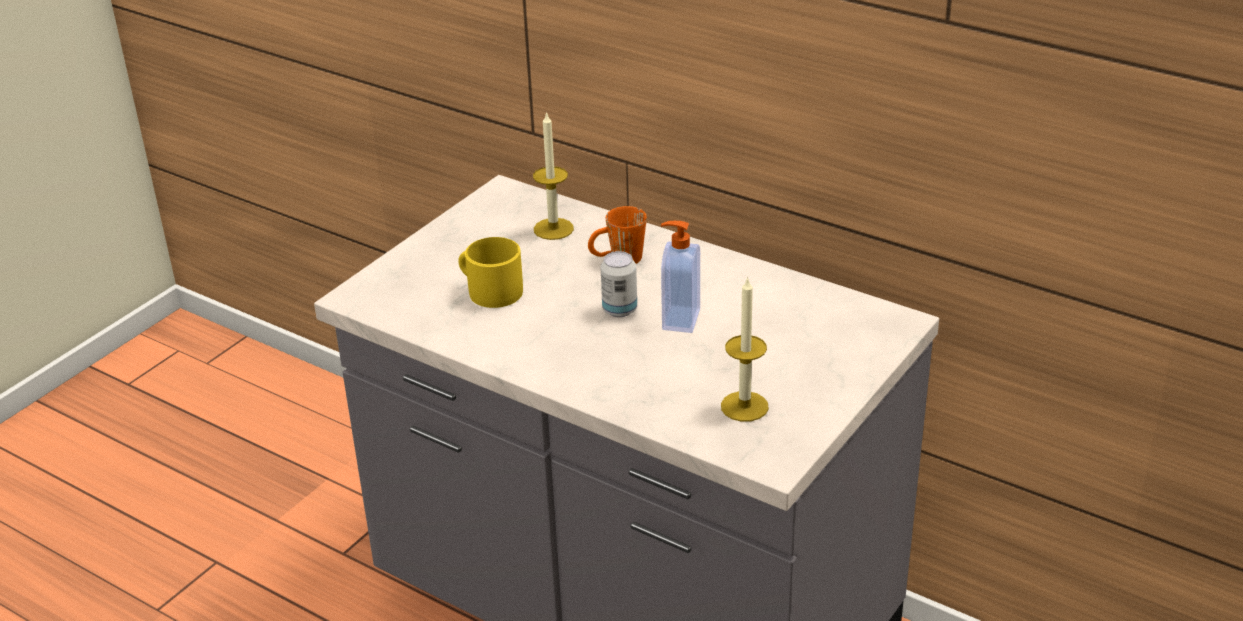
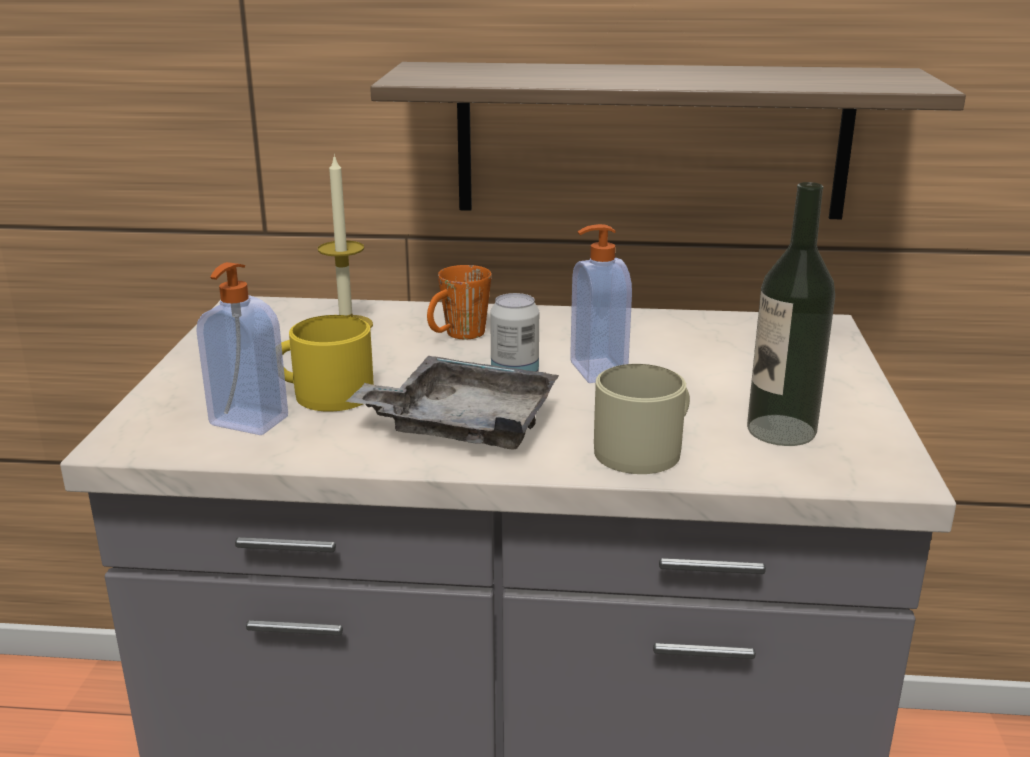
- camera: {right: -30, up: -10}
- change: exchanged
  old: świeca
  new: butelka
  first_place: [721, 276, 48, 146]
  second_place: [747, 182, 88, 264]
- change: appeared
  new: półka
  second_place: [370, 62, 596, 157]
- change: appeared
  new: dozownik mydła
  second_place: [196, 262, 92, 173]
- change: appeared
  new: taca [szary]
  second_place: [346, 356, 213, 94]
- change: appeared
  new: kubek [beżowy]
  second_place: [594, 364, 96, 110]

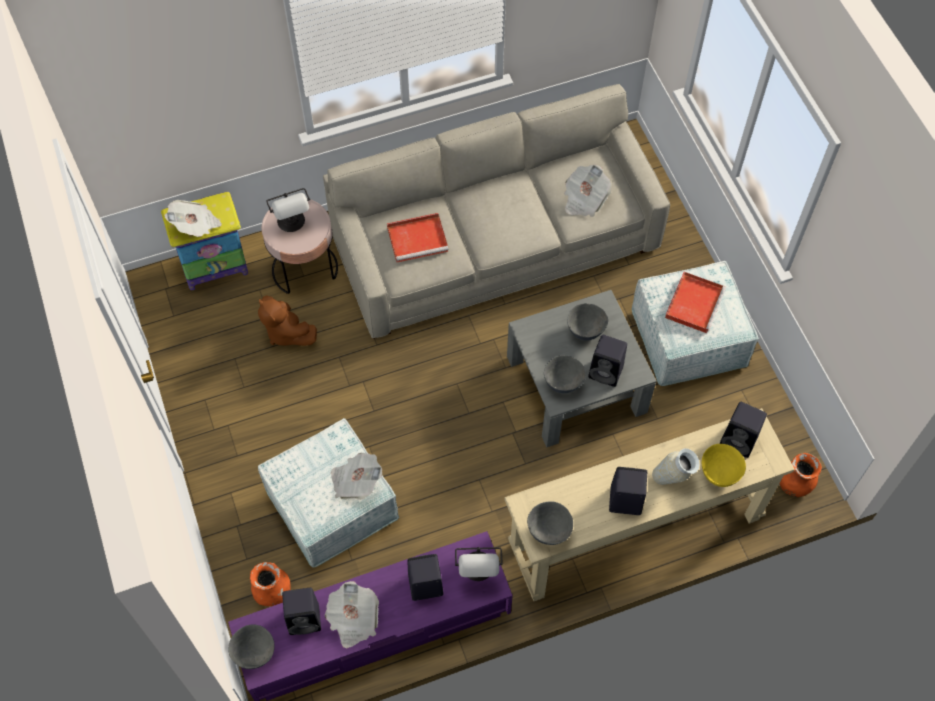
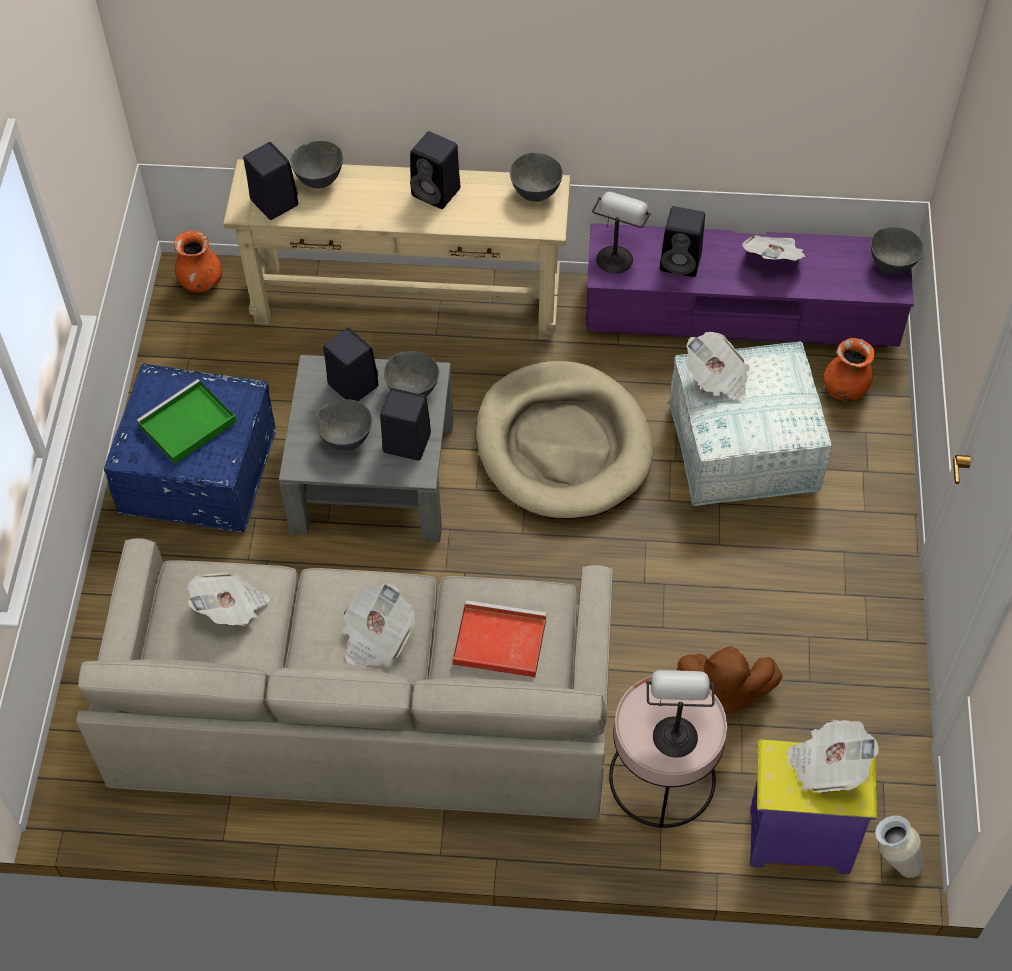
- camera: {right: -155, up: -5}
- change: colour
  old: pufa [biały]
  new: pufa [niebieski]
  first_place: [632, 261, 127, 125]
  second_place: [104, 363, 172, 169]
- change: colour
  old: taca [czerwony]
  new: taca [zielony]
  first_place: [665, 272, 61, 61]
  second_place: [137, 379, 99, 85]
- change: spun
  old: pluszak [brązowy]
  first_place: [258, 295, 59, 51]
  second_place: [677, 646, 106, 68]
  degrees: 120
- change: colour
  old: miska [żółty]
  new: miska [szary]
  first_place: [702, 444, 44, 43]
  second_place: [290, 141, 53, 47]
- change: relocated
  old: wazon
  first_place: [652, 448, 48, 37]
  second_place: [875, 815, 49, 63]
- change: relocated
  old: głośnik [czarny]
  first_place: [282, 588, 39, 47]
  second_place: [380, 388, 51, 73]
- change: appeared
  new: legowisko [beżowy]
  second_place: [476, 361, 178, 158]
- change: appeared
  new: gazeta
  second_place: [342, 583, 73, 84]

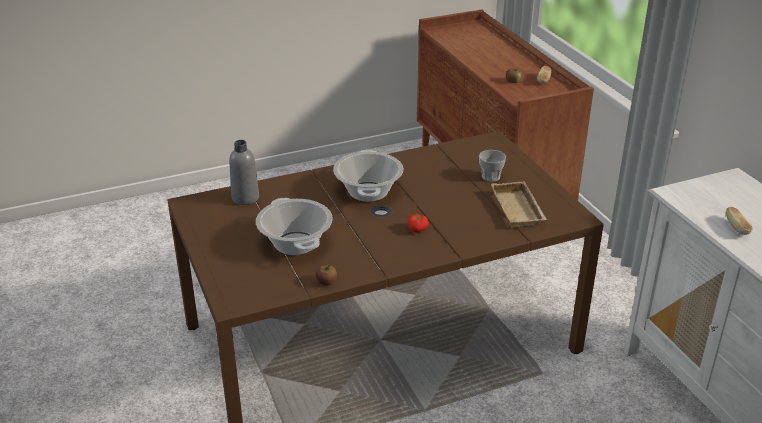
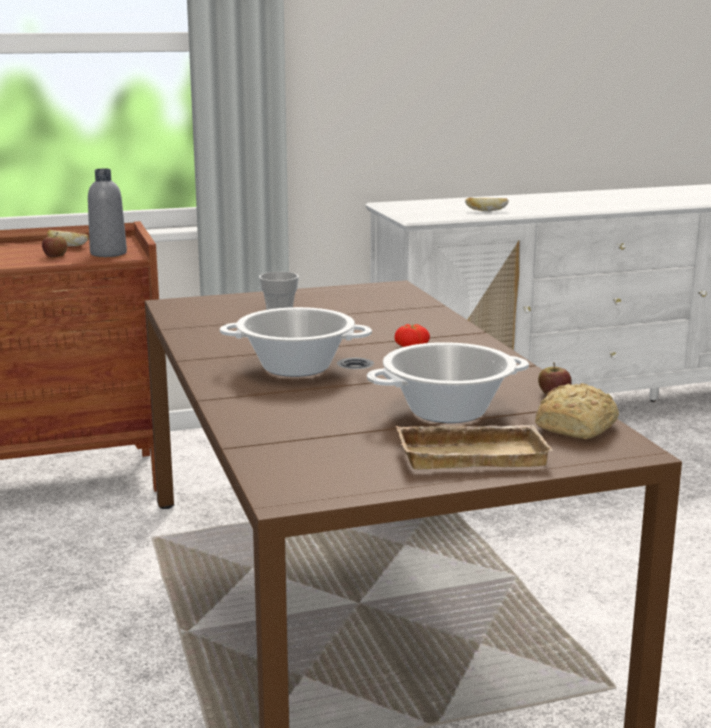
- camera: {right: -85, up: -15}
- change: relocated
  old: butelka [szary]
  first_place: [229, 140, 30, 65]
  second_place: [88, 169, 39, 88]
- change: relocated
  old: taca [beżowy]
  first_place: [491, 181, 56, 48]
  second_place: [396, 425, 157, 44]
- change: appeared
  new: chleb
  second_place: [535, 383, 84, 56]

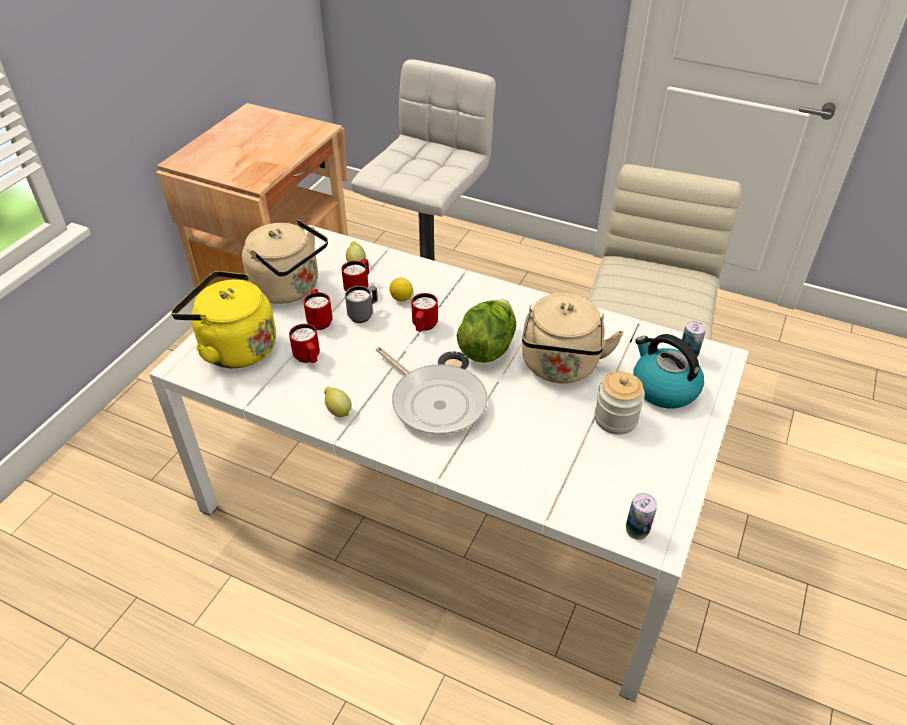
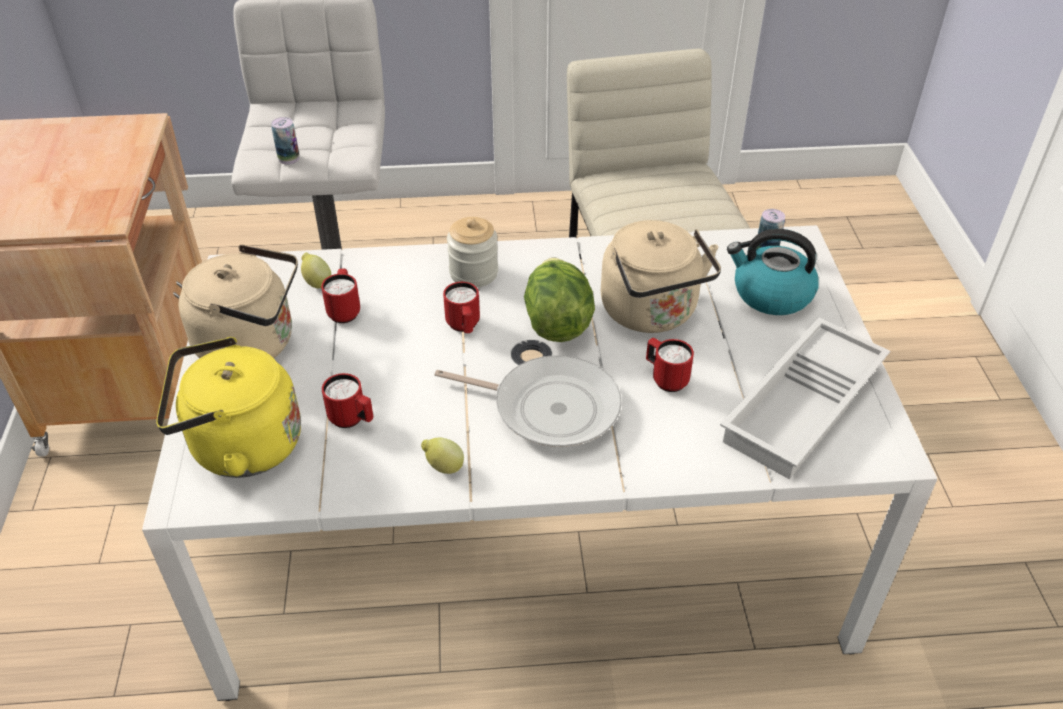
- camera: {right: -30, up: 0}
- change: missing
  old: cytryna
  first_place: [390, 278, 23, 23]
- change: missing
  old: kubek [szary]
  first_place: [345, 285, 33, 38]
- change: relocated
  old: kubek [czerwony]
  first_place: [303, 289, 30, 41]
  second_place: [646, 338, 48, 54]
- change: relocated
  old: słoik
  first_place: [594, 372, 51, 63]
  second_place: [447, 217, 51, 70]
- change: relocated
  old: puszka
  first_place: [626, 493, 31, 47]
  second_place: [271, 117, 28, 48]
- change: appeared
  new: taca [biały]
  second_place: [720, 318, 170, 161]

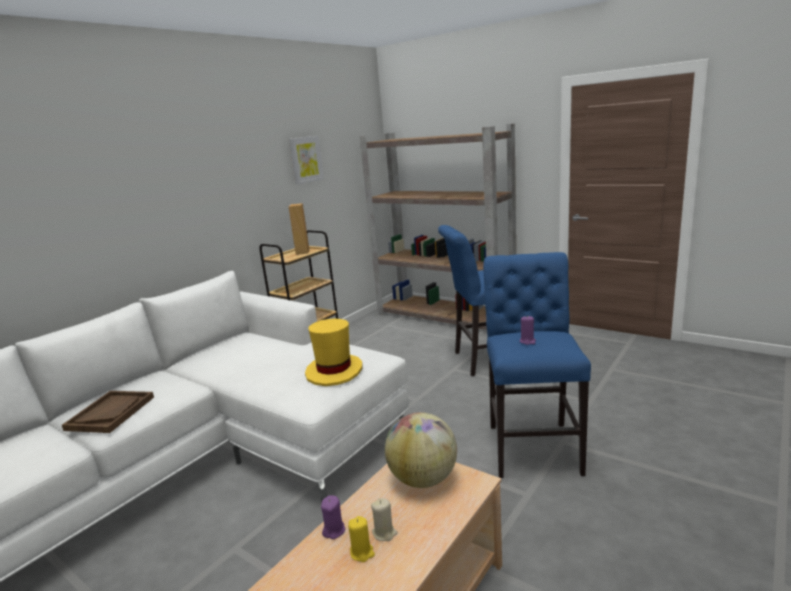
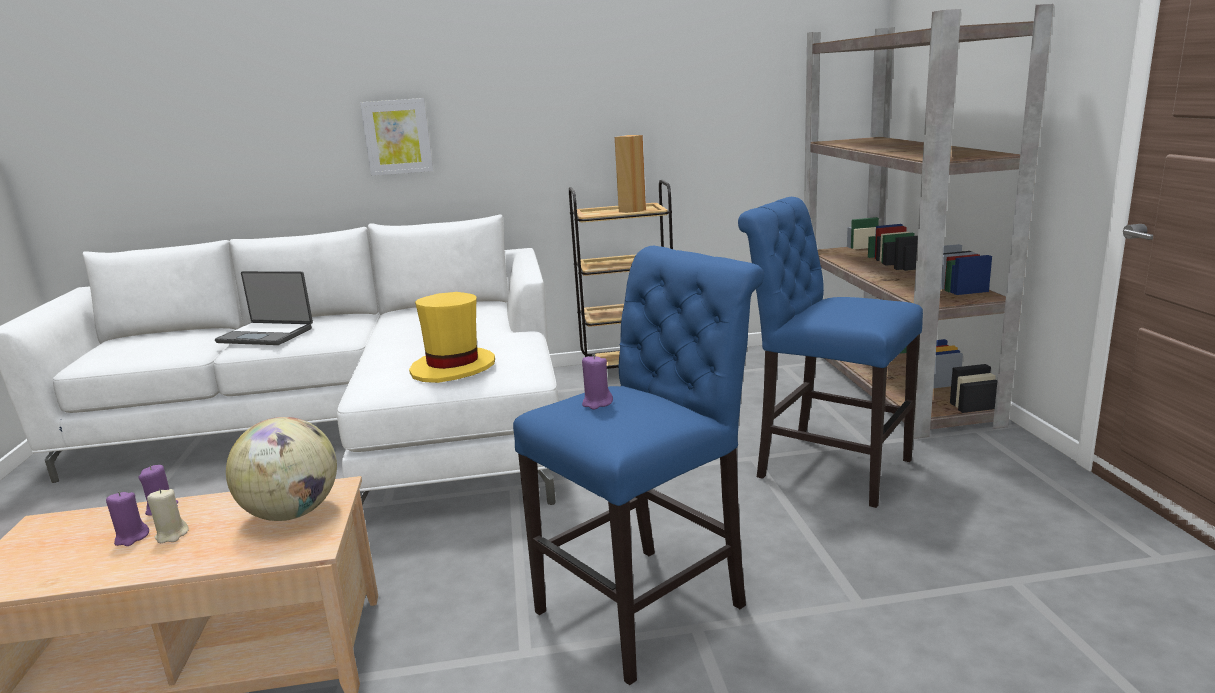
- camera: {right: 45, up: 0}
- change: relocated
  old: obraz
  first_place: [289, 136, 35, 49]
  second_place: [360, 98, 74, 78]
- change: exchanged
  old: taca [brązowy]
  new: laptop
  first_place: [62, 391, 92, 42]
  second_place: [215, 271, 98, 74]
- change: colour
  old: świeca [żółty]
  new: świeca [fioletowy]
  first_place: [348, 516, 27, 46]
  second_place: [106, 492, 43, 54]

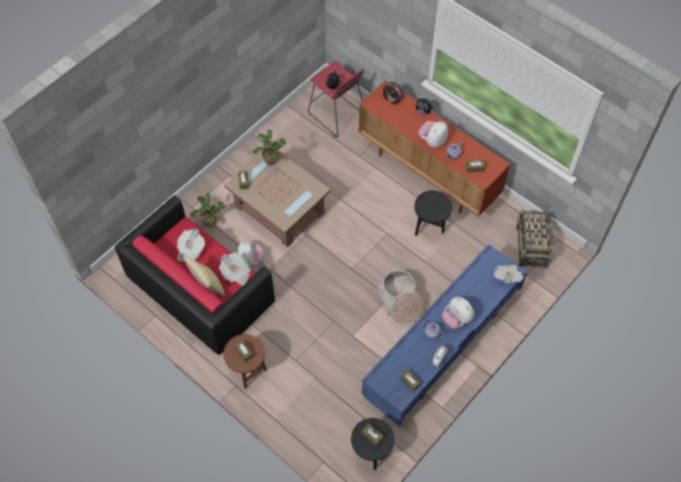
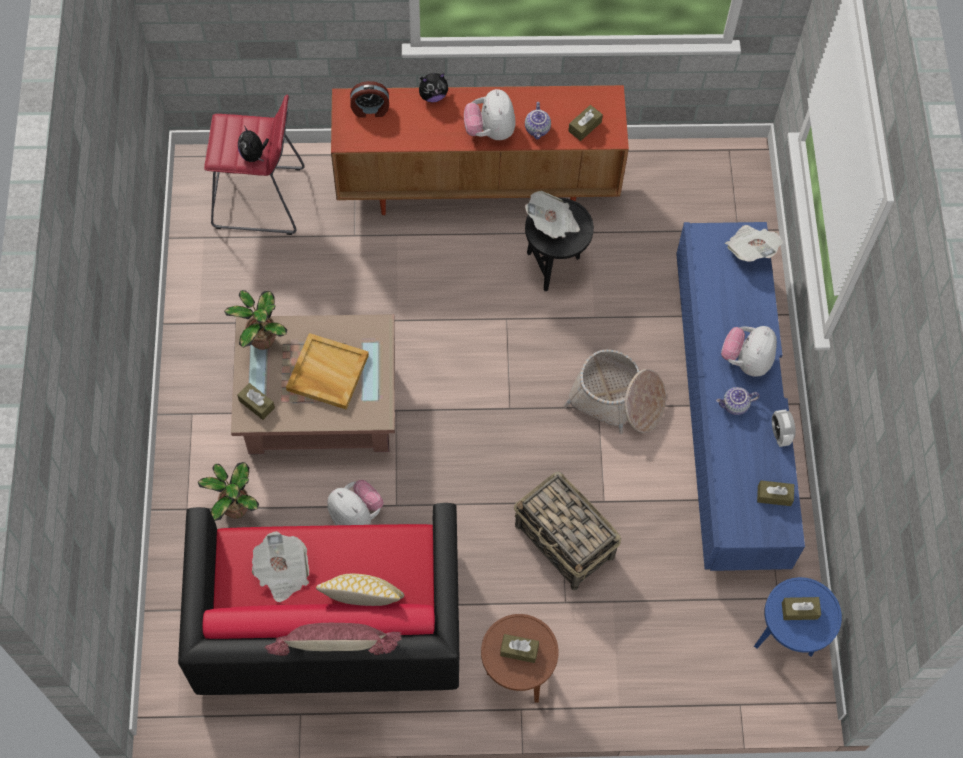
- camera: {right: -45, up: 5}
- change: relocated
  old: koszyk
  first_place: [516, 210, 38, 58]
  second_place: [514, 472, 107, 118]
- change: relocated
  old: gazeta
  first_place: [219, 253, 32, 33]
  second_place: [525, 191, 55, 48]
- change: spun
  old: pluszak
  first_place: [442, 297, 32, 32]
  second_place: [721, 326, 56, 51]
  degrees: 105
- change: colour
  old: stolik [czarny]
  new: stolik [niebieski]
  first_place: [351, 418, 43, 52]
  second_place: [754, 577, 88, 80]
- change: appeared
  new: taca [beżowy]
  second_place: [286, 333, 83, 77]
- change: appeared
  new: poduszka [czerwony]
  second_place: [265, 623, 137, 33]

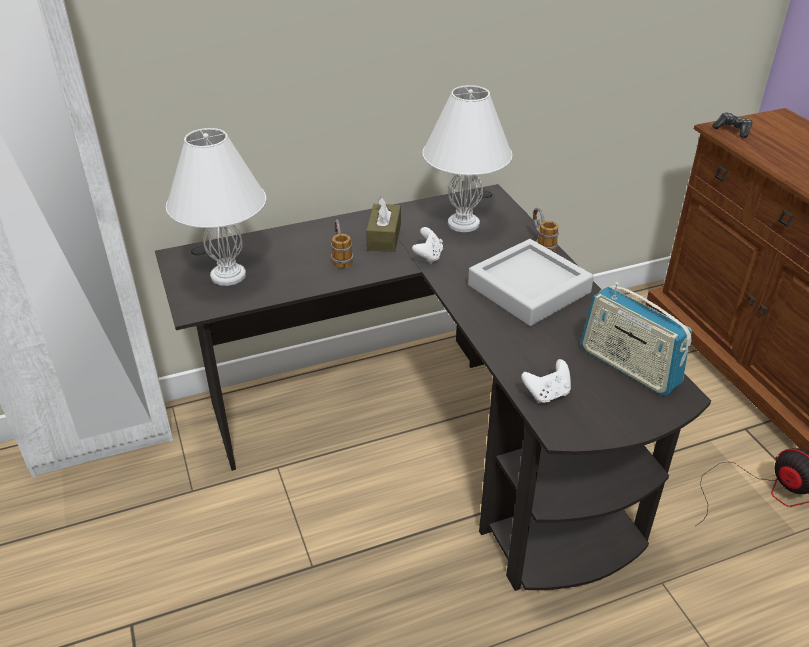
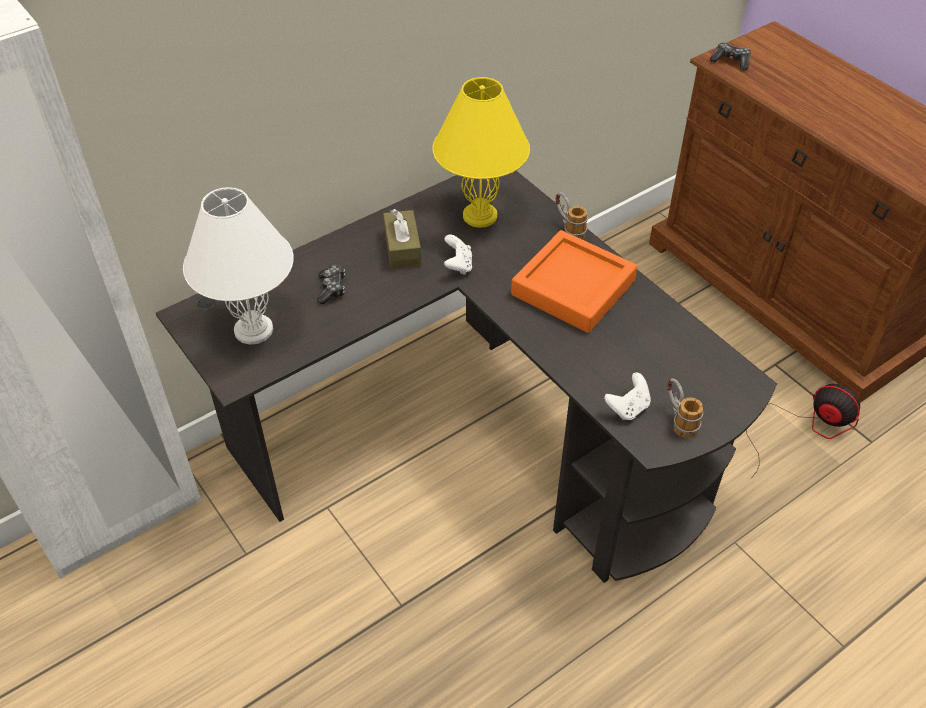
- camera: {right: -15, up: 10}
- change: colour
  old: lampa stołowa [biały]
  new: lampa stołowa [żółty]
  first_place: [422, 85, 90, 147]
  second_place: [433, 77, 97, 151]
- change: relocated
  old: kubek
  first_place: [331, 220, 22, 49]
  second_place: [667, 378, 36, 60]
- change: colour
  old: taca [szary]
  new: taca [pomarańczowy]
  first_place: [468, 239, 126, 87]
  second_place: [511, 230, 126, 103]
- change: missing
  old: radio
  first_place: [581, 282, 111, 113]
- change: appeared
  new: pad do gier
  second_place: [317, 265, 28, 39]

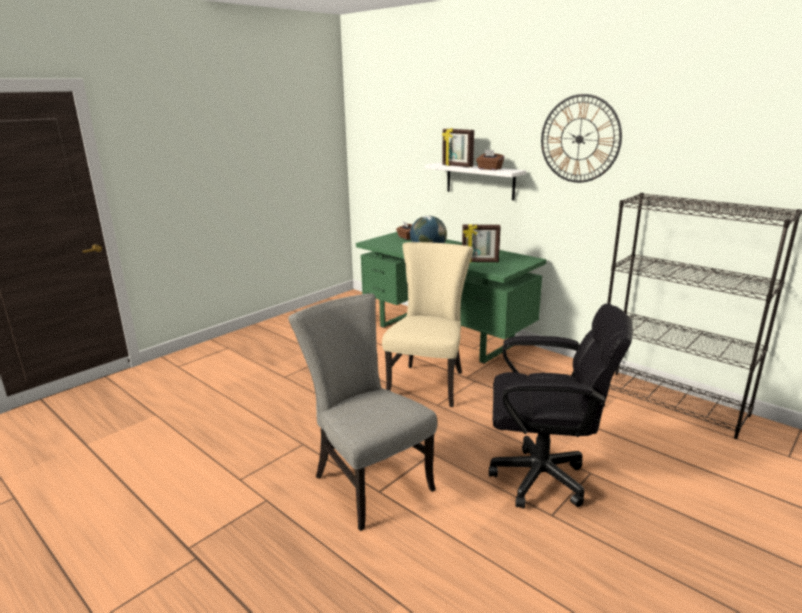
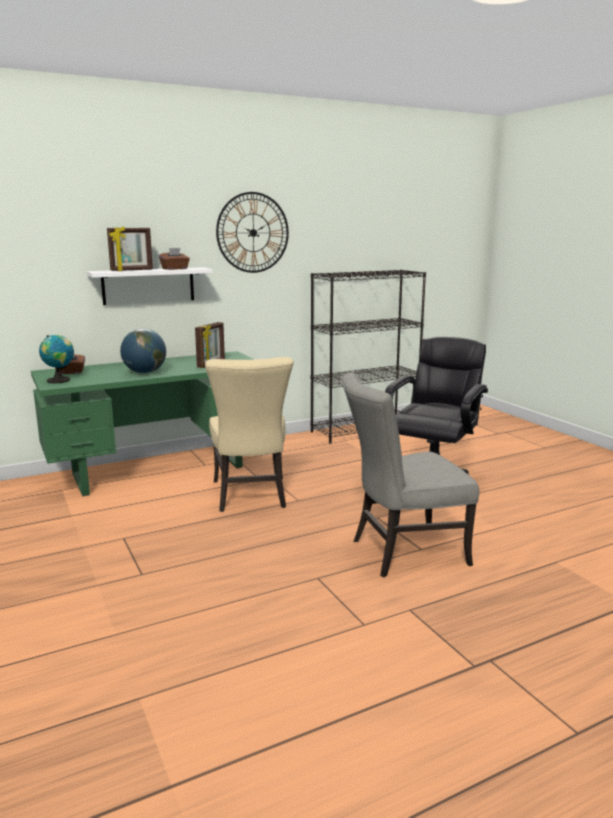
- camera: {right: -70, up: -5}
- change: spun
  old: krzesło [beżowy]
  first_place: [382, 242, 92, 165]
  second_place: [205, 357, 89, 155]
  degrees: -135
- change: appeared
  new: globus
  second_place: [39, 335, 35, 48]

